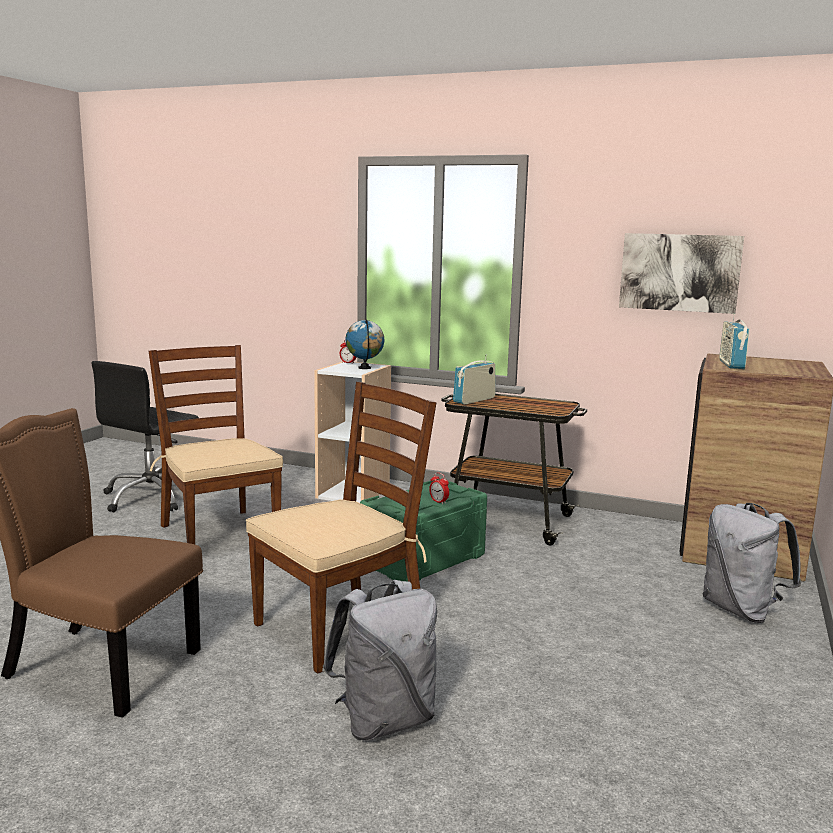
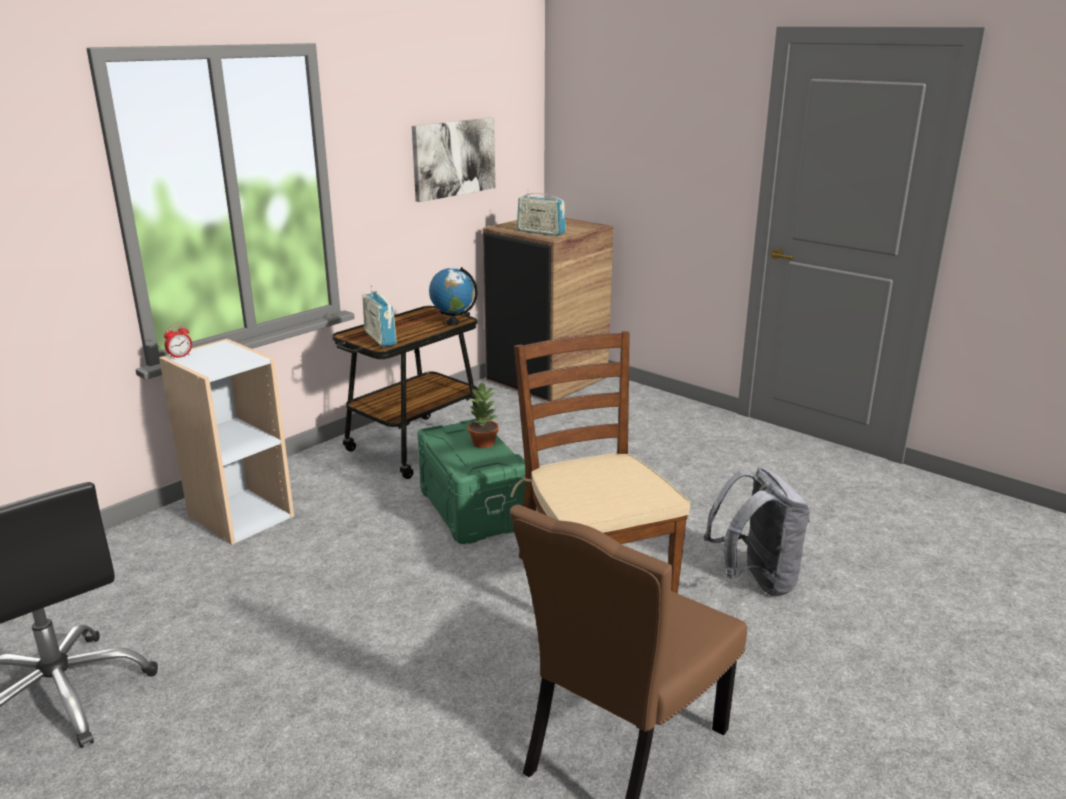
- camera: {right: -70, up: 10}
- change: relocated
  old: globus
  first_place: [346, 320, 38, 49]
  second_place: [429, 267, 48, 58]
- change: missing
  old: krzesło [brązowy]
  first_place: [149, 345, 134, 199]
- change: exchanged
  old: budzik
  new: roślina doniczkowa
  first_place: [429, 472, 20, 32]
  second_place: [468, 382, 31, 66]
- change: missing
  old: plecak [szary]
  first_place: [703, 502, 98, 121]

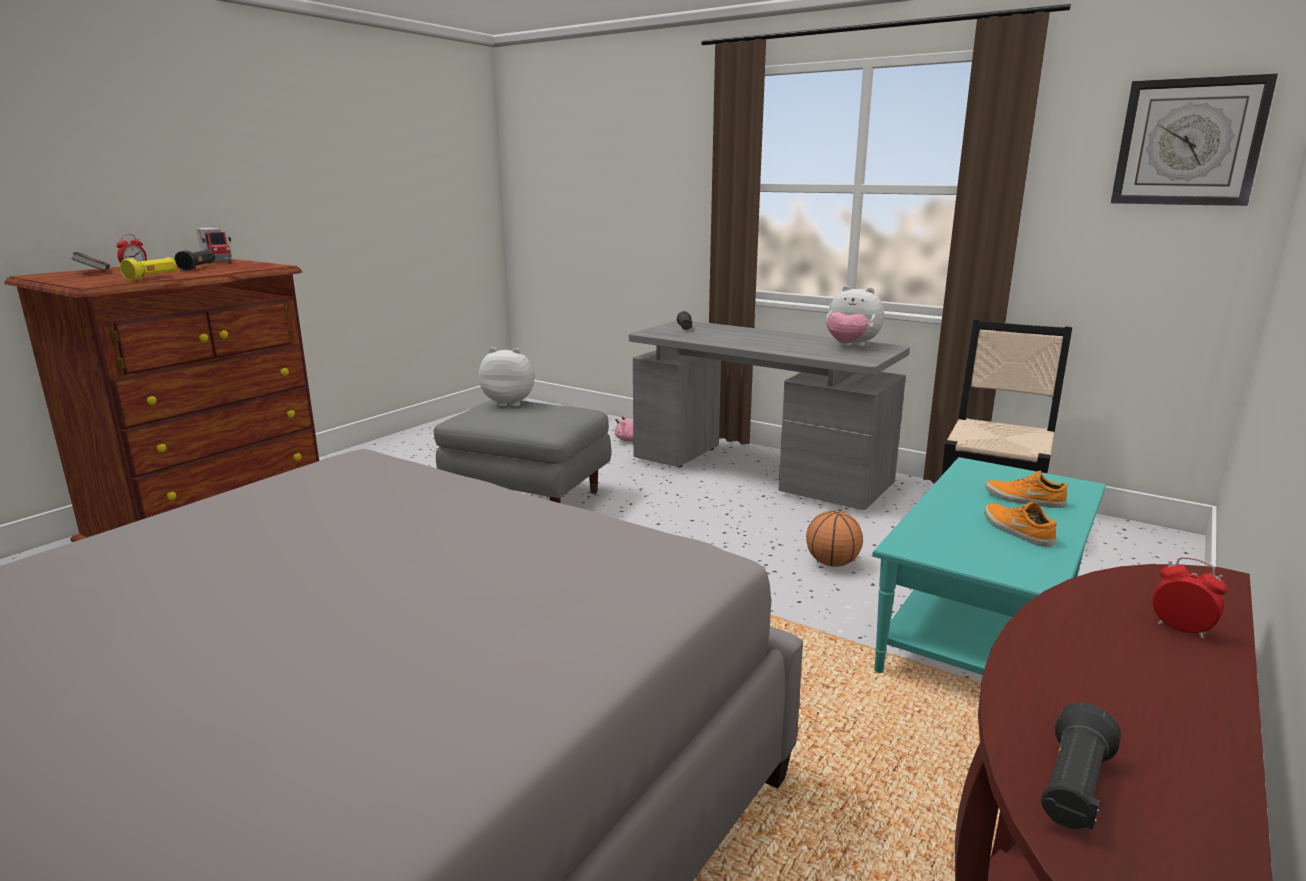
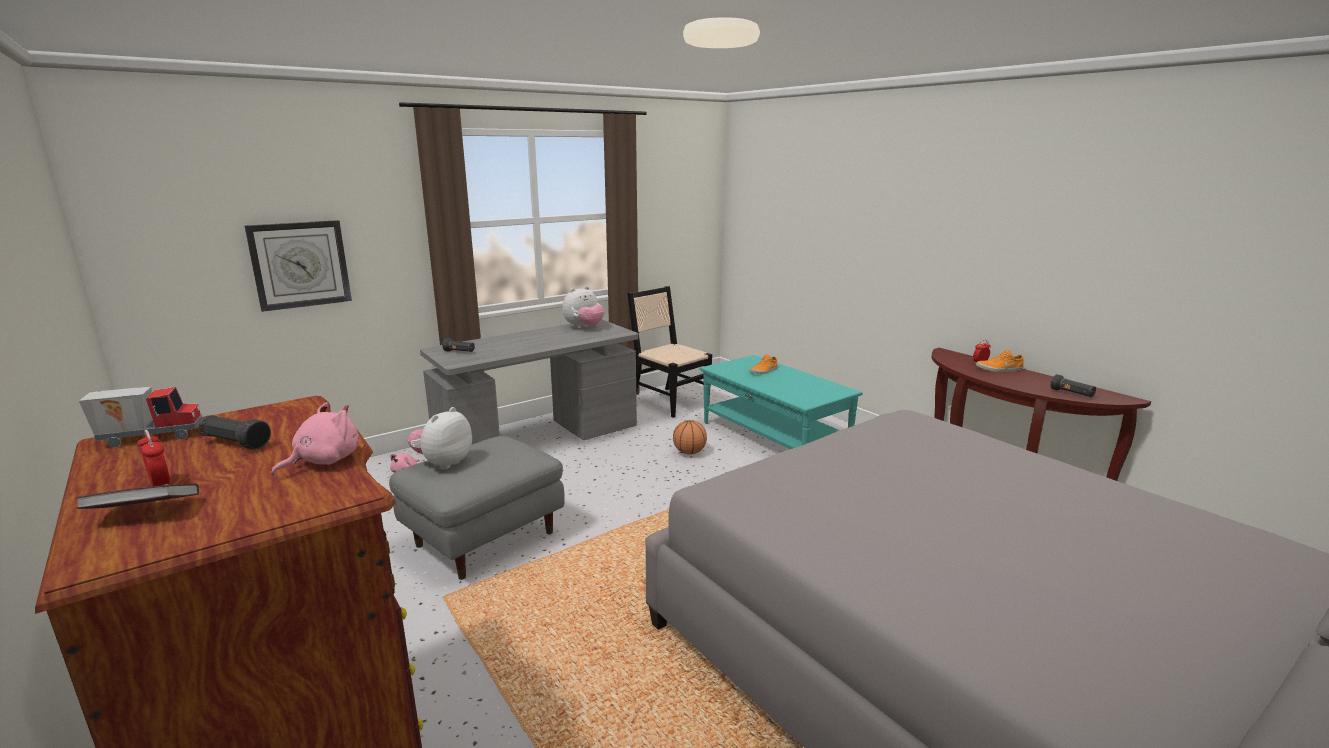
- camera: {right: -70, up: 0}
- change: relocated
  old: zegar ścienny
  first_place: [1111, 74, 167, 132]
  second_place: [245, 220, 107, 92]
- change: exchanged
  old: latarka [żółty]
  new: pluszak [różowy]
  first_place: [120, 257, 57, 24]
  second_place: [271, 402, 88, 74]
- change: relocated
  old: but [pomarańczowy]
  first_place: [984, 502, 73, 45]
  second_place: [976, 350, 48, 22]

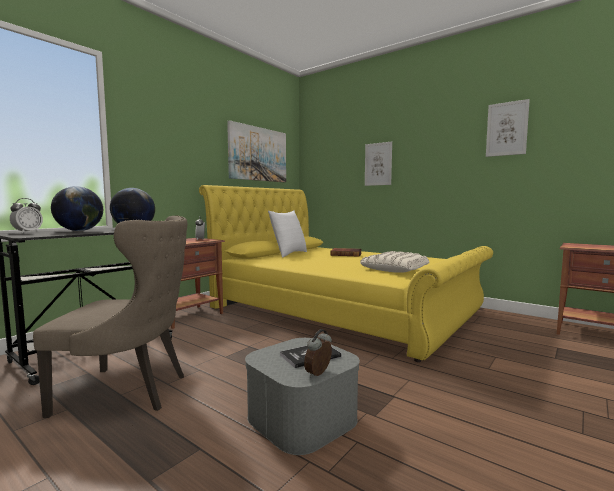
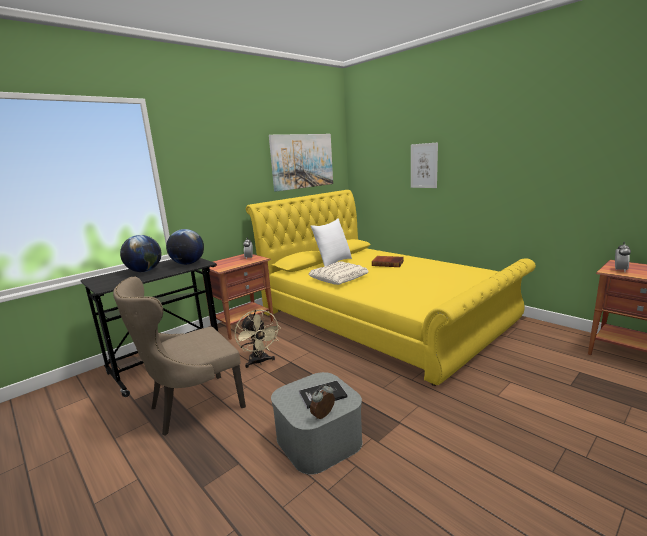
- camera: {right: 10, up: 10}
- change: missing
  old: obraz
  first_place: [486, 99, 44, 58]
- change: relocated
  old: budzik
  first_place: [10, 198, 33, 35]
  second_place: [615, 242, 16, 30]
- change: spun
  old: krzesło [beżowy]
  first_place: [33, 216, 154, 202]
  second_place: [113, 276, 133, 160]
  degrees: 135
- change: relocated
  old: poduszka [beżowy]
  first_place: [360, 251, 69, 22]
  second_place: [309, 261, 59, 24]
- change: appeared
  new: wentylator [beżowy]
  second_place: [235, 310, 46, 58]

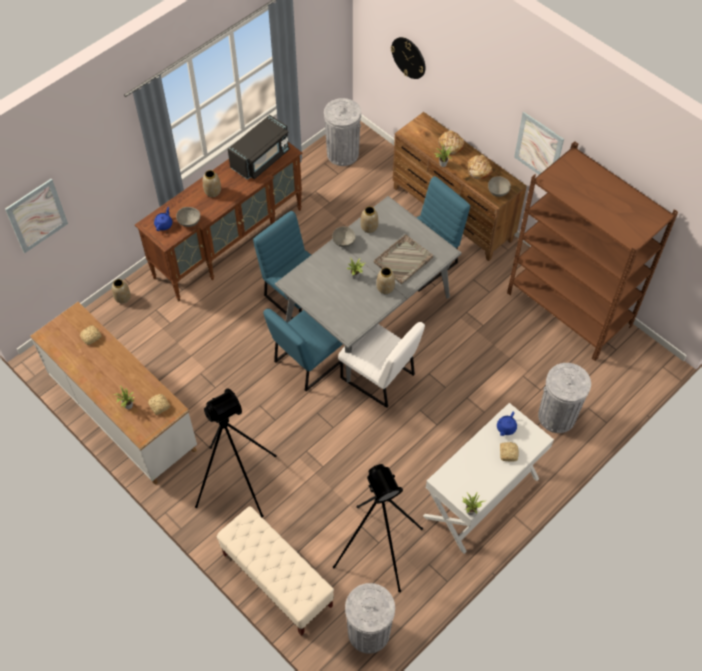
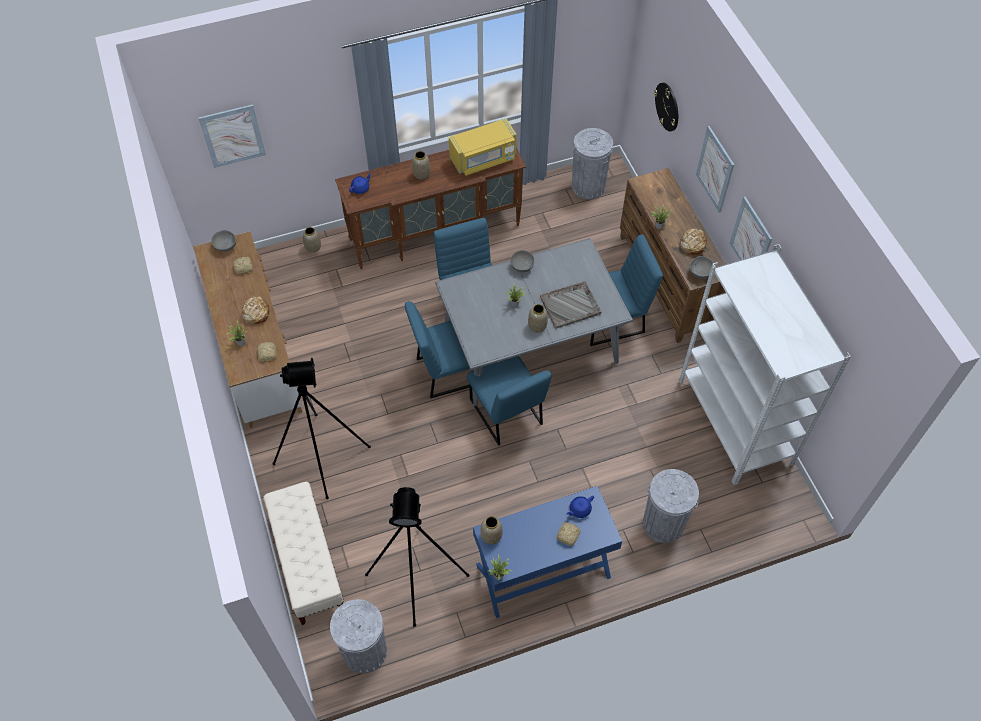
- camera: {right: 25, up: 0}
- change: colour
  old: mikrofalówka [czarny]
  new: mikrofalówka [żółty]
  first_place: [228, 115, 62, 65]
  second_place: [449, 118, 68, 58]
- change: relocated
  old: chleb
  first_place: [438, 130, 27, 25]
  second_place: [242, 296, 28, 28]
- change: colour
  old: regał [brązowy]
  new: regał [biały]
  first_place: [507, 141, 171, 220]
  second_place: [679, 244, 172, 241]
- change: relocated
  old: wazon
  first_place: [361, 206, 17, 27]
  second_place: [480, 516, 23, 28]
- change: relocated
  old: miska [szary]
  first_place: [176, 207, 25, 20]
  second_place: [211, 230, 25, 22]
- change: colour
  old: krzesło [biały]
  new: krzesło [niebieski]
  first_place: [338, 322, 87, 86]
  second_place: [466, 356, 86, 90]
- change: colour
  old: stolik konsolowy [biały]
  new: stolik konsolowy [niebieski]
  first_place: [423, 403, 131, 151]
  second_place: [473, 486, 149, 132]
- change: appeared
  new: obraz
  second_place: [696, 126, 38, 87]

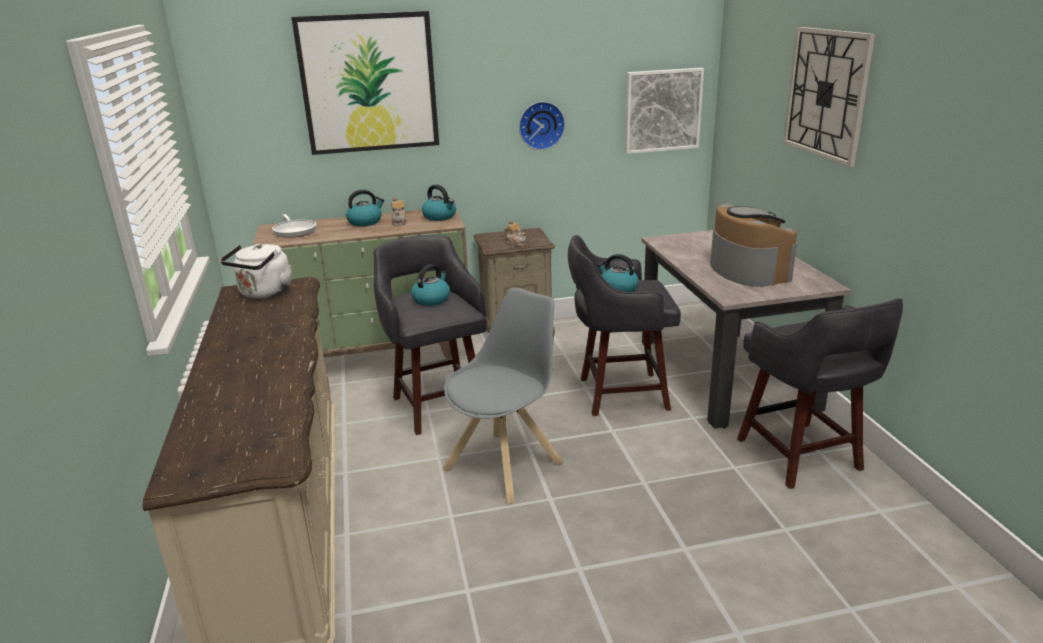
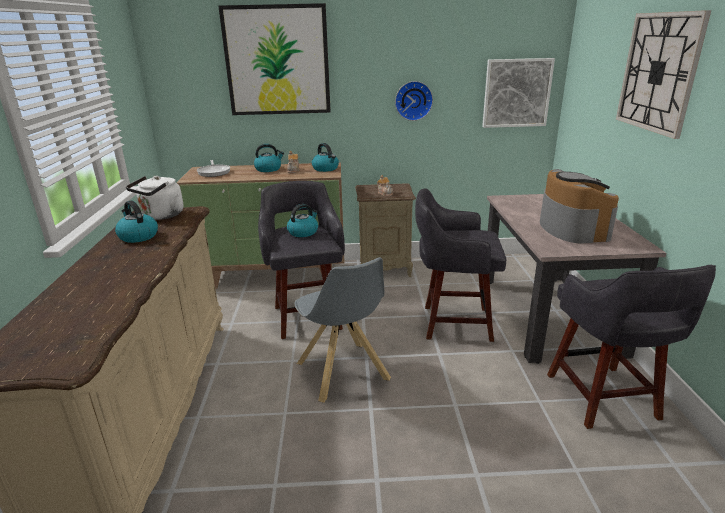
- camera: {right: 10, up: 0}
- change: relocated
  old: czajnik
  first_place: [597, 254, 42, 38]
  second_place: [115, 200, 43, 43]
- change: spun
  old: krzesło [szary]
  first_place: [443, 287, 120, 216]
  second_place: [295, 257, 96, 146]
  degrees: 105

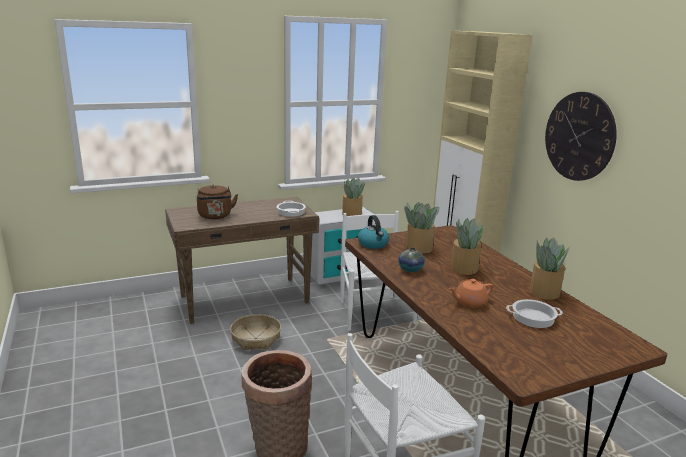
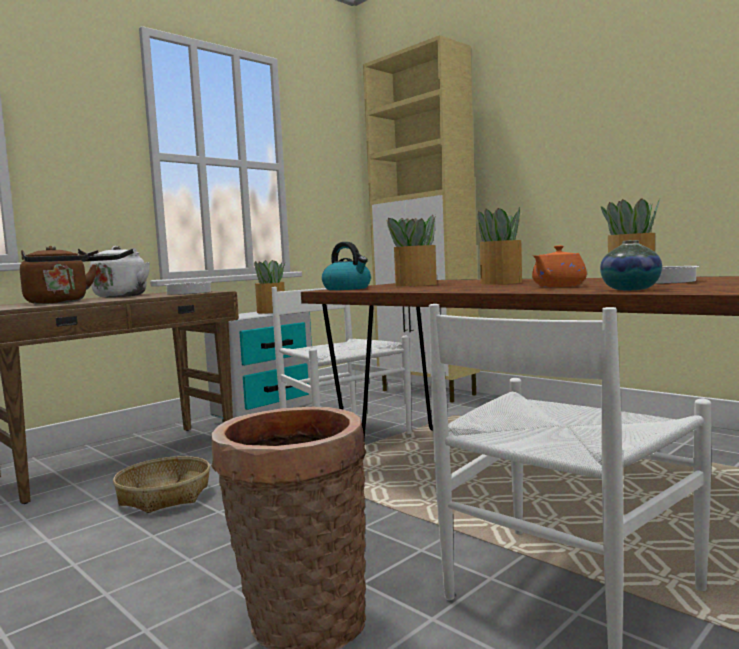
- camera: {right: -20, up: -15}
- change: missing
  old: zegar ścienny
  first_place: [545, 92, 72, 89]
- change: relocated
  old: wazon
  first_place: [398, 248, 27, 24]
  second_place: [600, 240, 62, 50]
- change: appeared
  new: czajnik [biały]
  second_place: [82, 246, 68, 51]

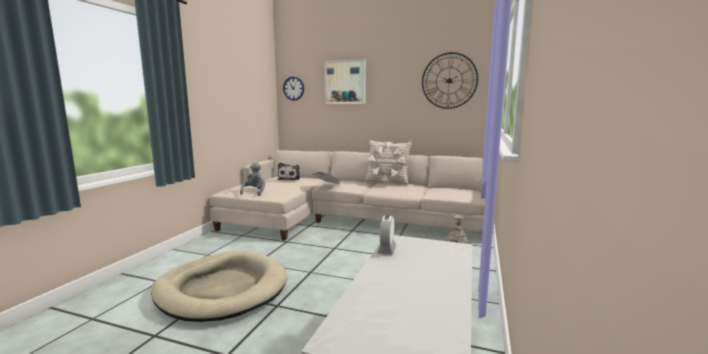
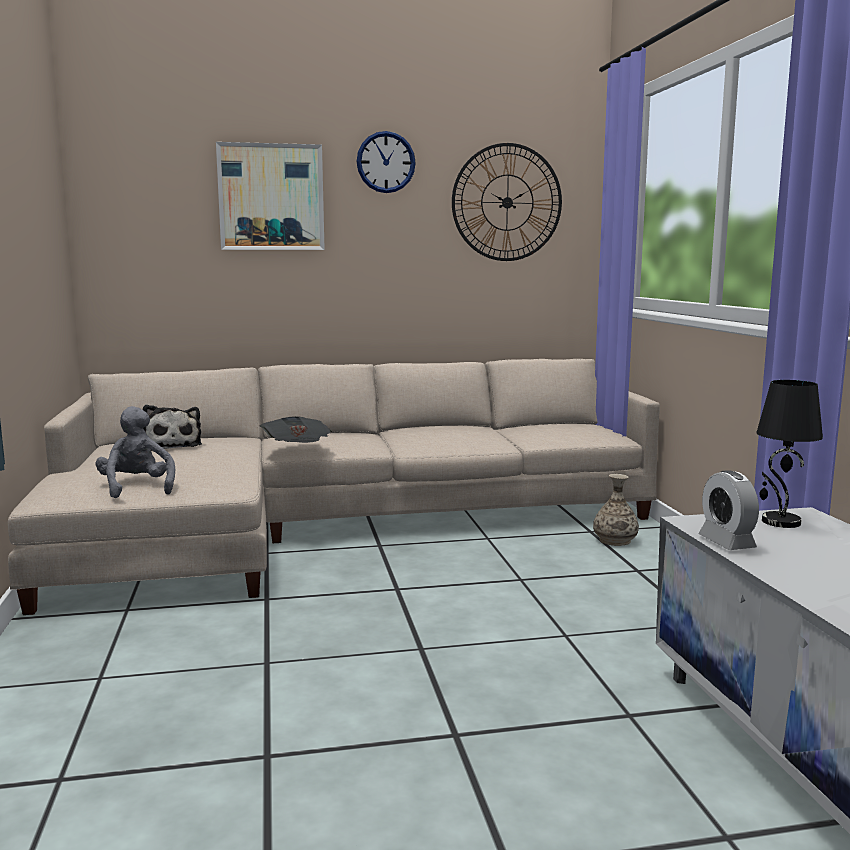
- camera: {right: -30, up: 0}
- change: relocated
  old: zegar ścienny
  first_place: [283, 76, 21, 25]
  second_place: [357, 131, 59, 62]
- change: missing
  old: poduszka [beżowy]
  first_place: [365, 140, 47, 46]
- change: missing
  old: legowisko [beżowy]
  first_place: [151, 251, 136, 71]
- change: appeared
  new: lampa stołowa [czarny]
  second_place: [756, 380, 67, 148]

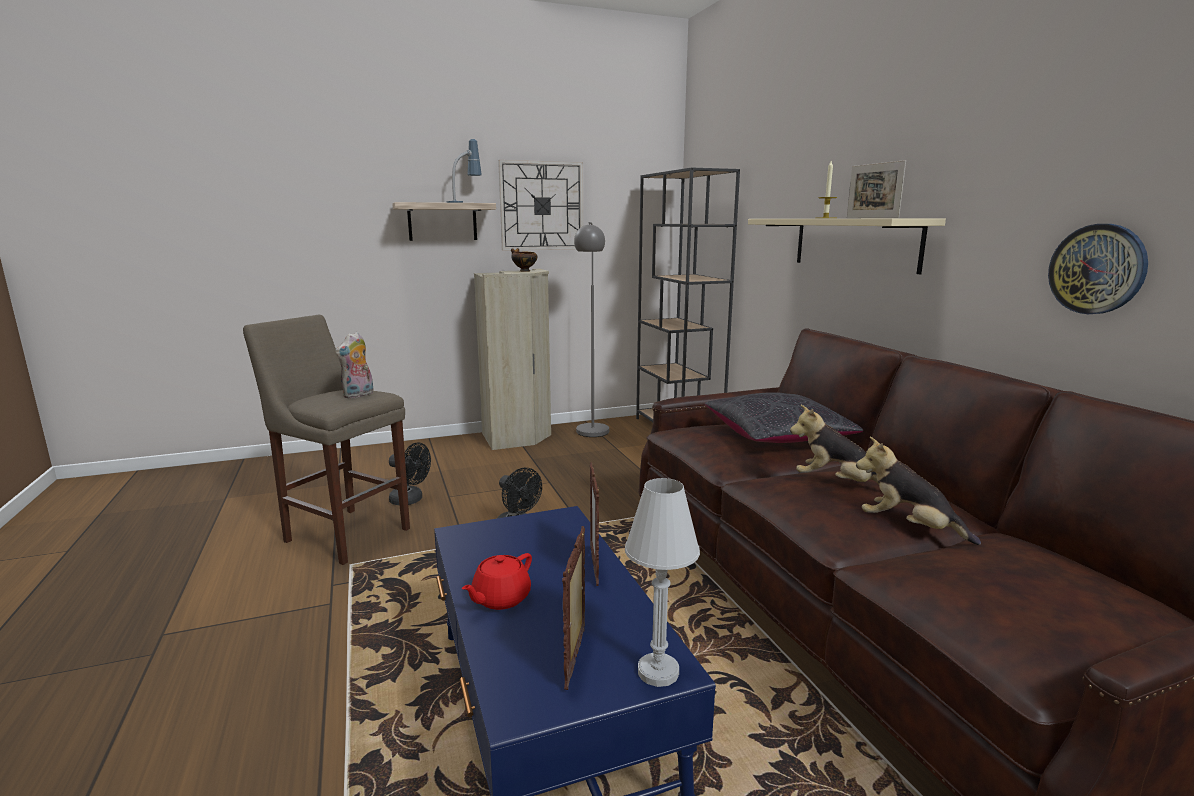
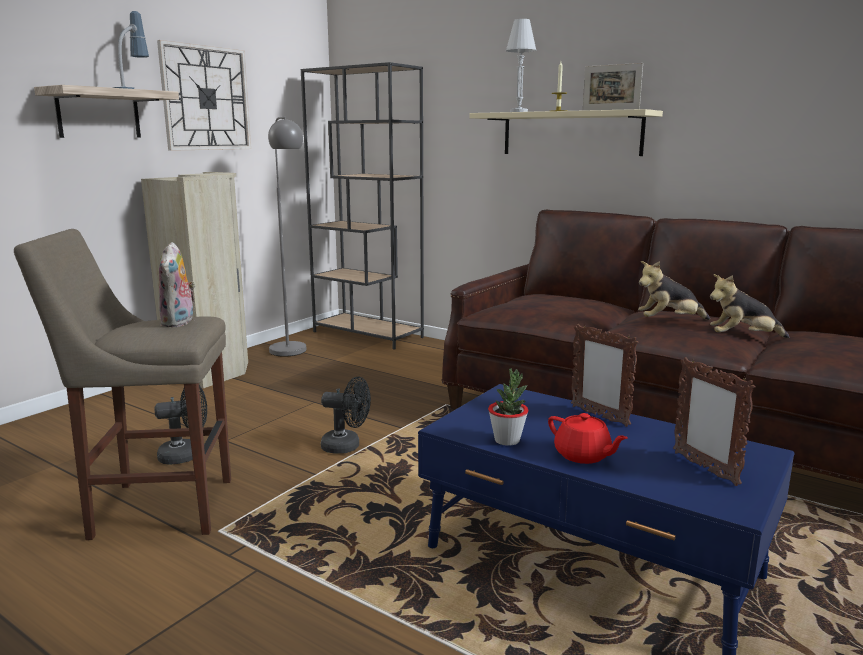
- camera: {right: -35, up: 0}
- change: missing
  old: zegar ścienny
  first_place: [1048, 224, 100, 90]
- change: missing
  old: miska
  first_place: [511, 248, 26, 24]
- change: missing
  old: poduszka [czarny]
  first_place: [705, 392, 158, 51]
- change: relocated
  old: lampa stołowa [biały]
  first_place: [625, 478, 75, 209]
  second_place: [506, 19, 30, 93]
- change: spun
  old: imbryk [czerwony]
  first_place: [462, 553, 70, 57]
  second_place: [548, 413, 80, 51]
  degrees: -45
- change: appeared
  new: roślina doniczkowa
  second_place: [488, 368, 40, 78]

